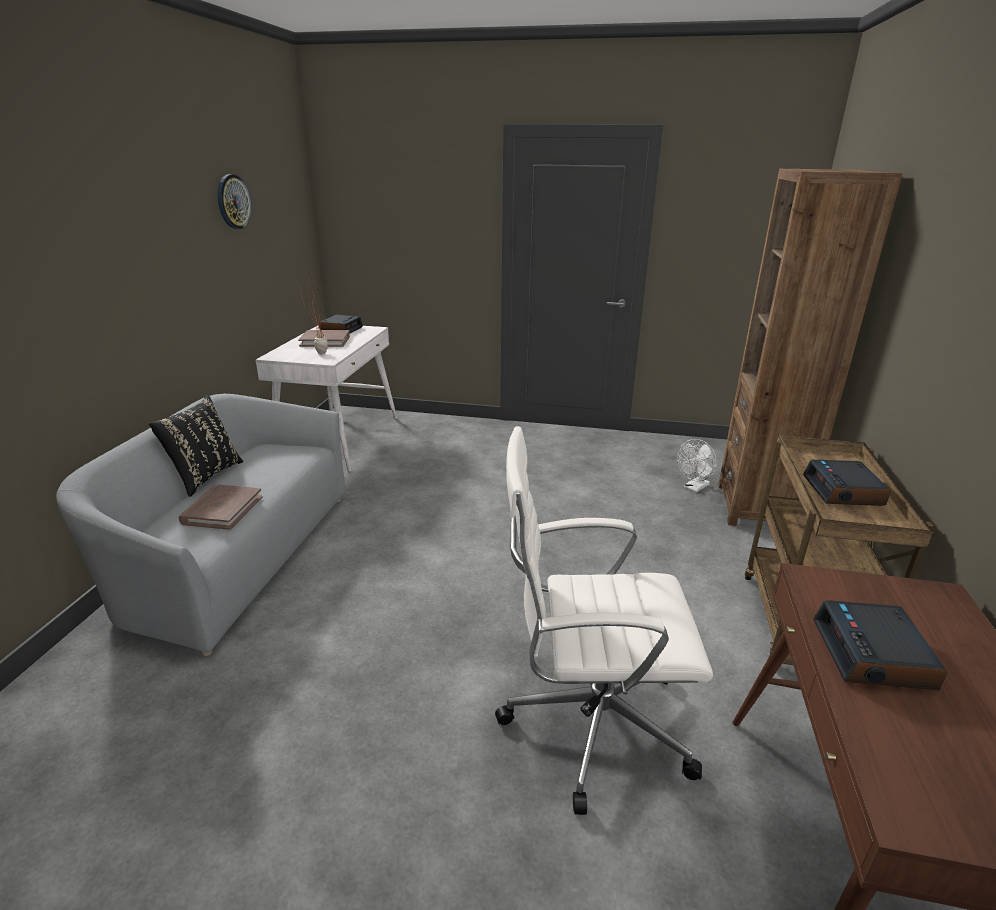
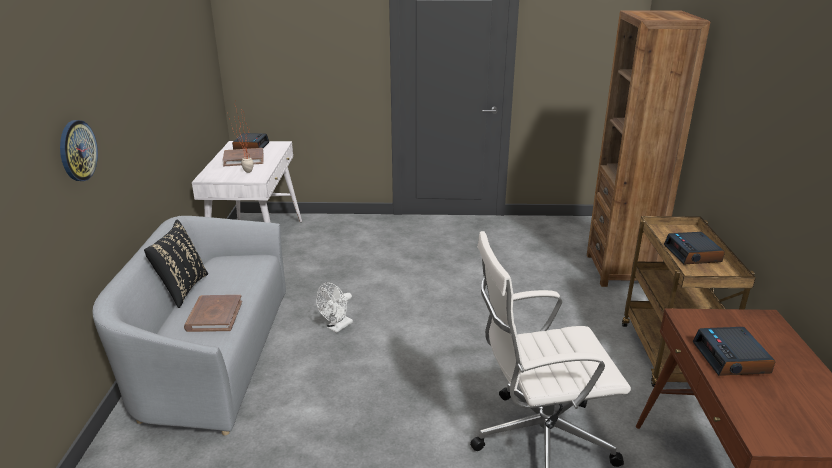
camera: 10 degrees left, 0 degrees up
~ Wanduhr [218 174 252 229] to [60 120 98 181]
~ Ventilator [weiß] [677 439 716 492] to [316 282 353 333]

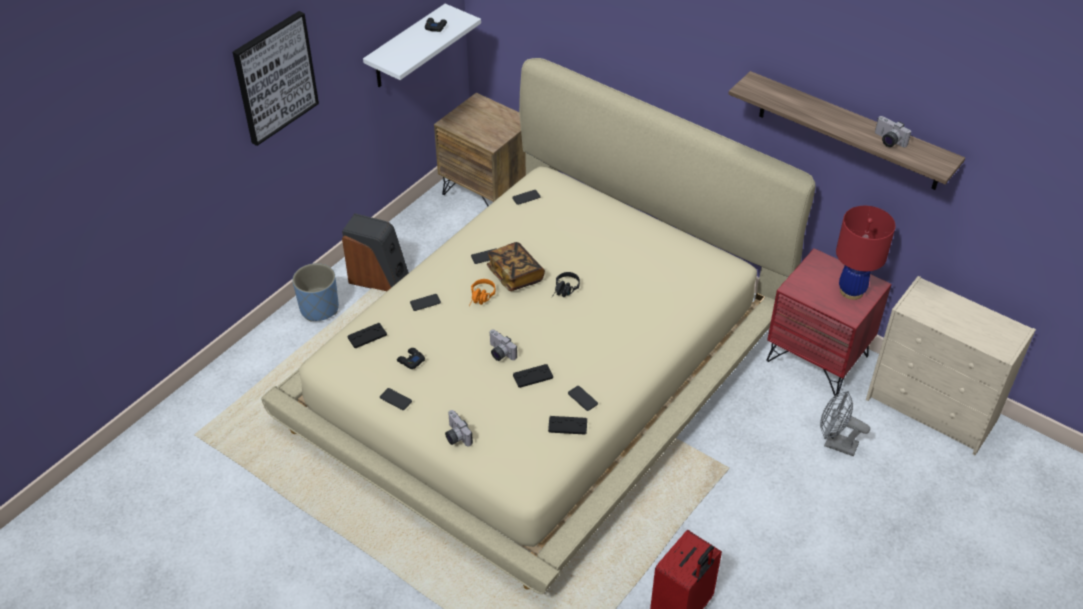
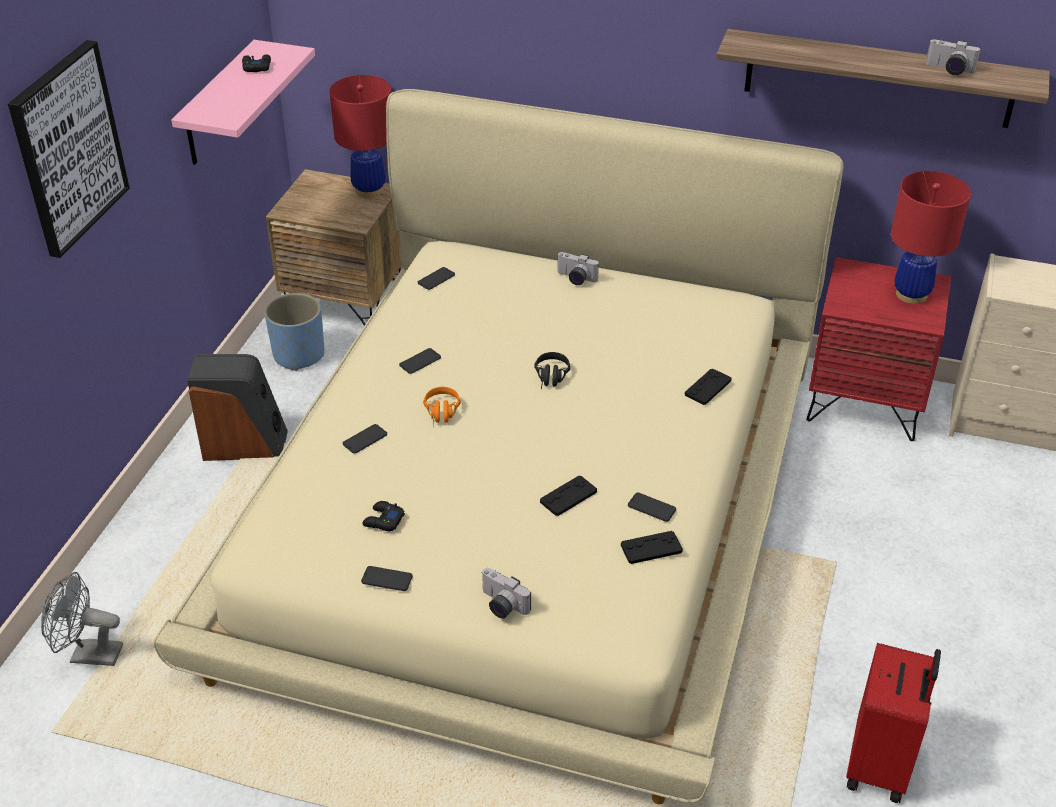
camera: 20 degrees left, 5 degrees down
~ Pflanzkübel [blau] [292 263 339 321] to [264 293 324 371]
~ Gamepad [schwarz] [347 323 387 348] to [685 369 732 405]
~ Wandregal [weiß] [363 4 481 87] to Wandregal [rosa] [171 40 315 165]
- Buch [487 242 545 291]
~ Kamera [490 330 517 361] to [557 252 599 285]
~ Ventilator [grau] [820 391 870 456] to [41 572 123 666]
+ Tischlampe [rot] [329 75 391 198]

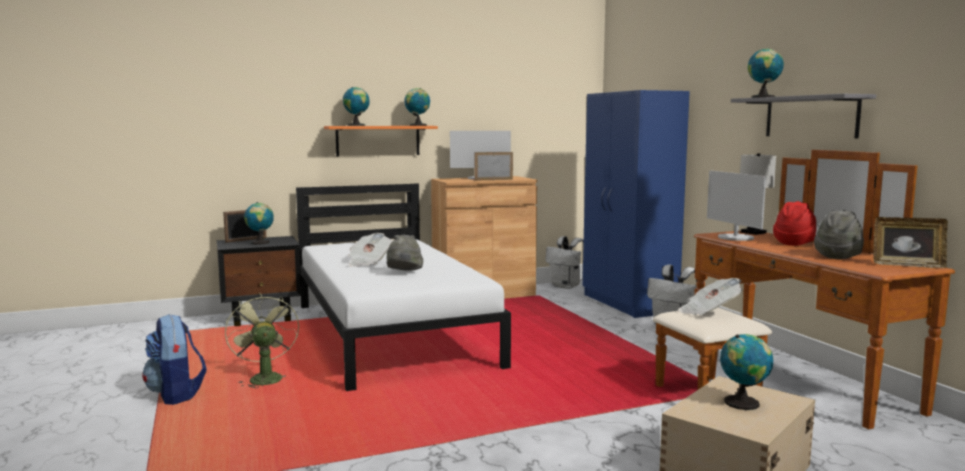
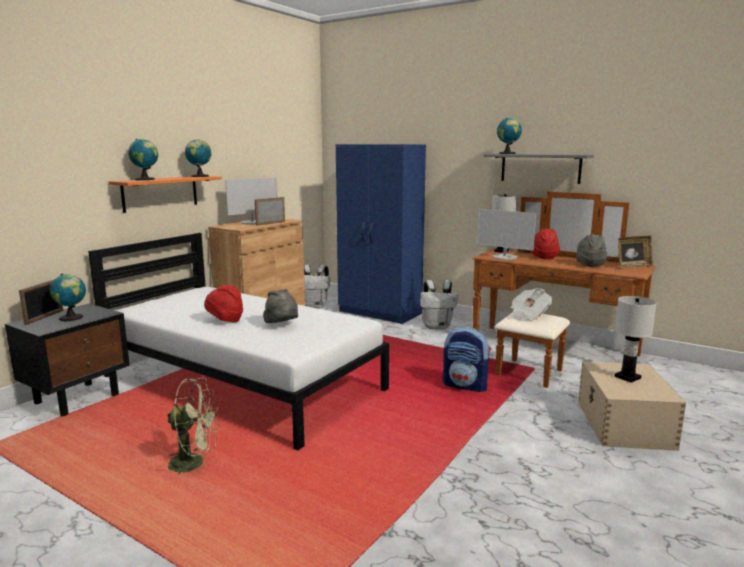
camera: 35 degrees left, 5 degrees up
~ Rucksack [142 314 207 405] to [443 327 491 392]
~ Ventilator [grün] [225 293 299 388] = [167 378 220 474] 150 degrees clockwise
~ Zeitung [348 233 392 267] to Hut [rot] [204 285 243 322]
~ Globus [720 334 773 410] to Tischlampe [weiß] [614 296 657 383]

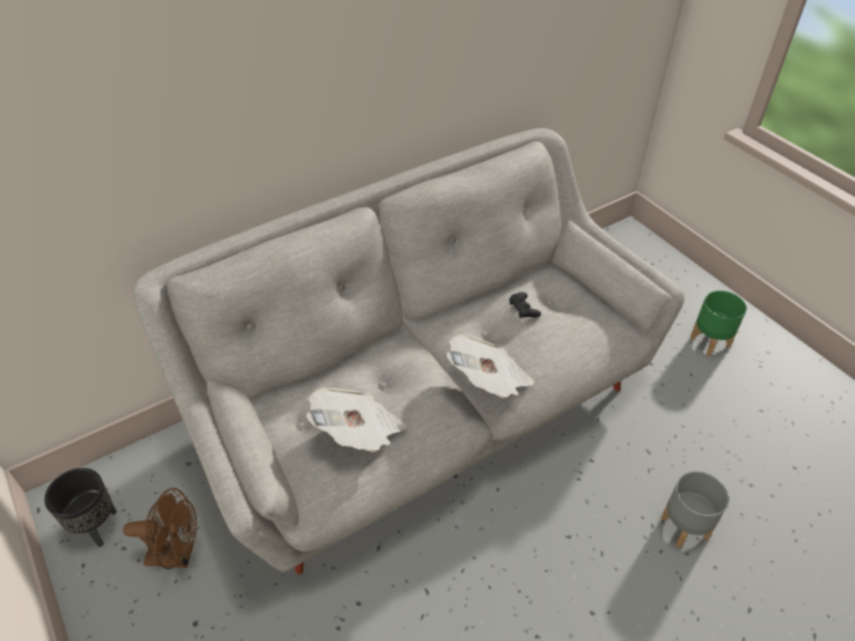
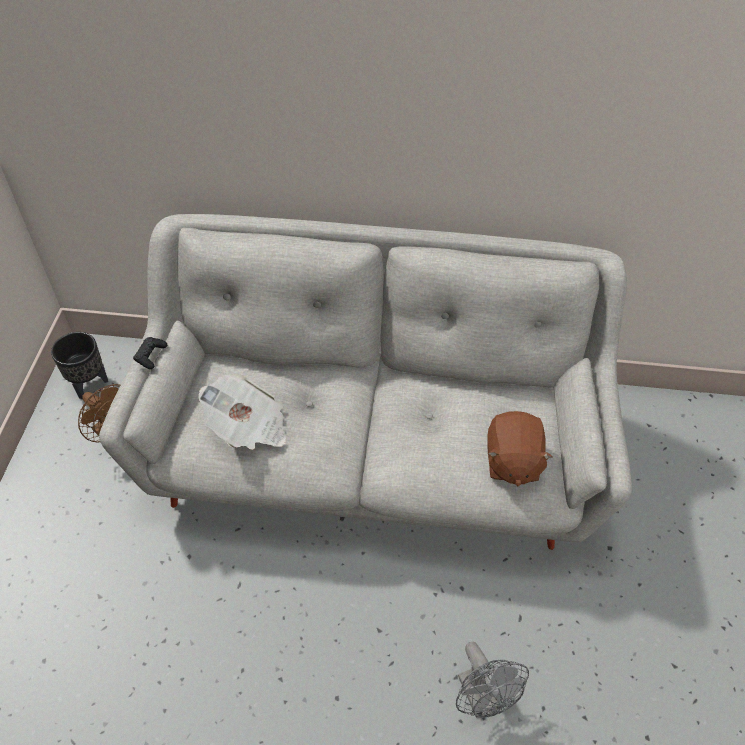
camera: 40 degrees right, 5 degrees up
- Zeitung [446 334 534 398]
~ Gamepad [schwarz] [509 292 541 318] to [133 337 167 369]
~ Pflanzkübel [grau] [661 471 729 548] to Ventilator [grau] [456 642 529 718]
- Pflanzkübel [grün] [690 290 747 356]
+ Plüschtier [braun] [487 411 553 486]

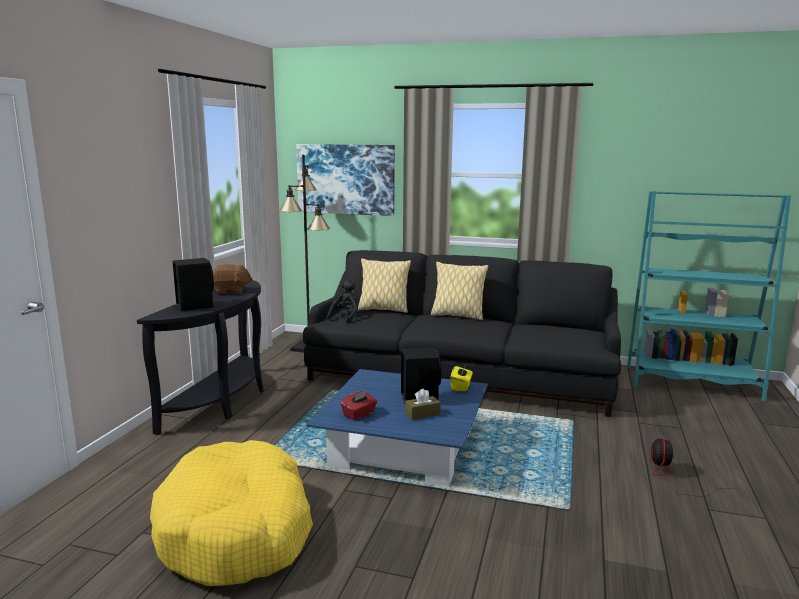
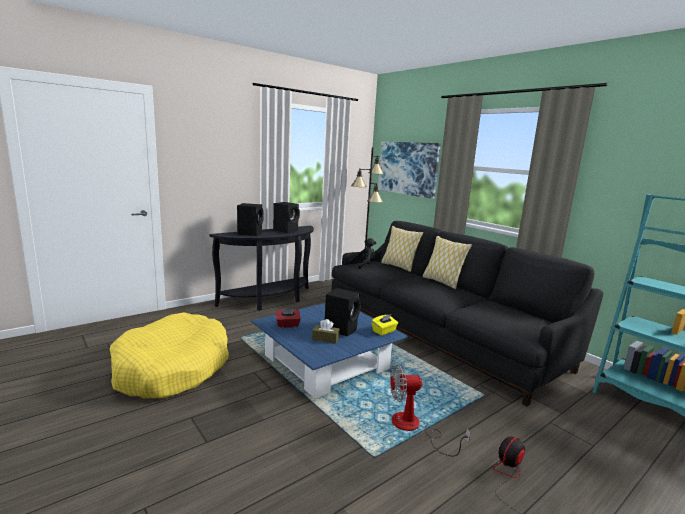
camera: 35 degrees right, 0 degrees up
~ Plüschtier [braun] [213 264 253 294] to Lautsprecher [schwarz] [273 202 300 233]
+ Ventilator [390 365 470 456]

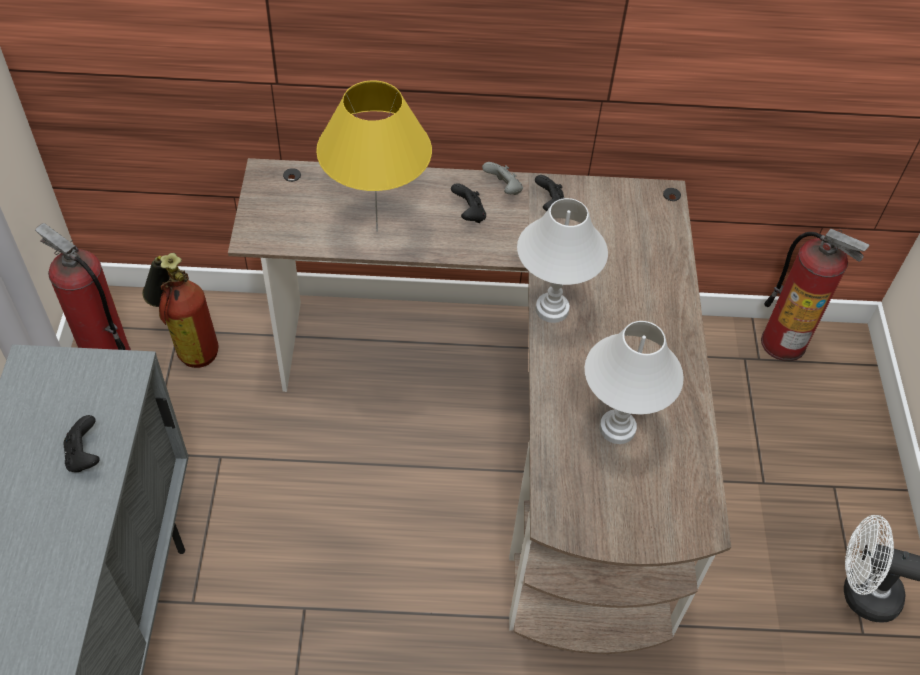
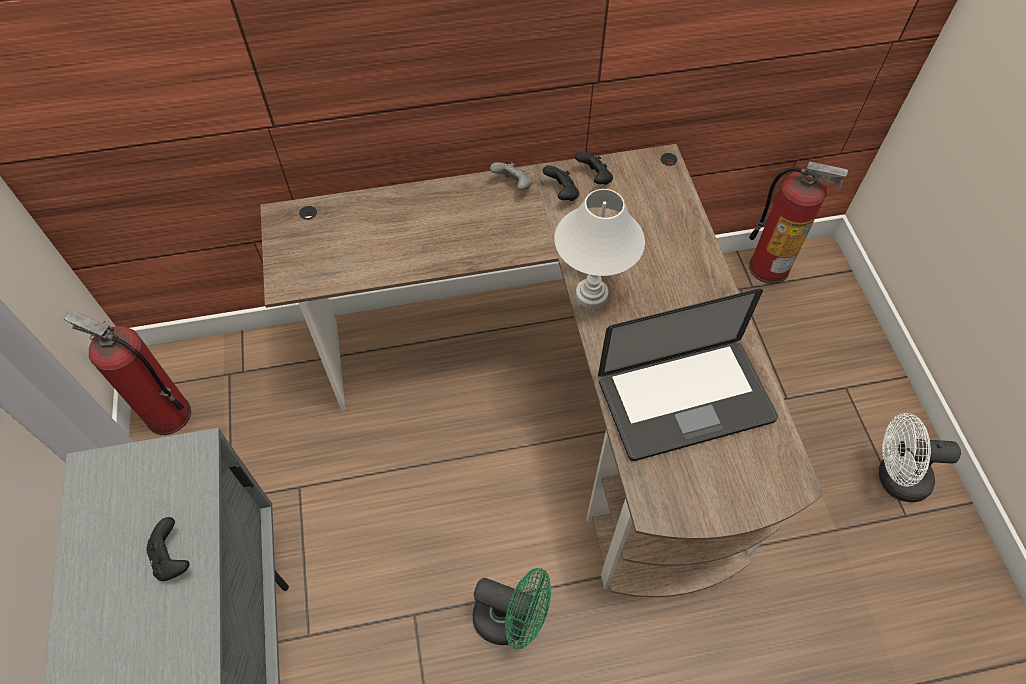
camera: 10 degrees left, 5 degrees up
- Feuerlöscher [142 253 219 368]
- Tischlampe [gelb] [316 80 432 232]
~ Gamepad [schwarz] [451 183 486 223] to [575 151 613 185]
~ Tischlampe [weiß] [585 321 684 444] to Laptop [598 289 778 461]
+ Ventilator [grün] [473 568 551 650]

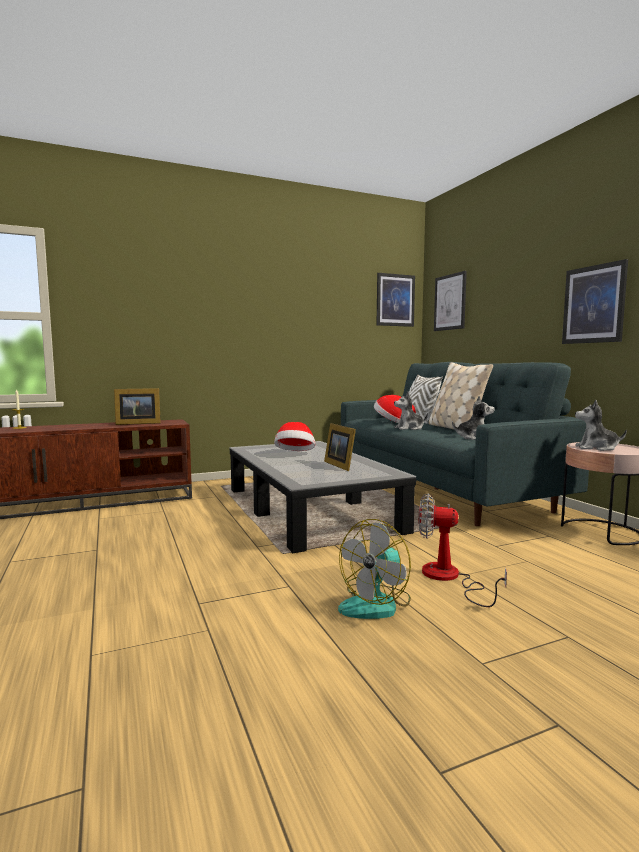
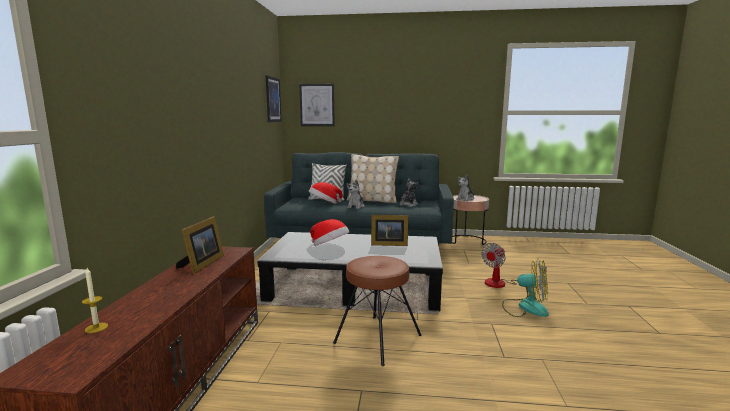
camera: 60 degrees left, 5 degrees up
~ Ventilator [338 519 411 619] = [502 258 549 317] 45 degrees counterclockwise
- Bild [562 259 628 344]
+ Hocker [braun] [333 256 422 366]

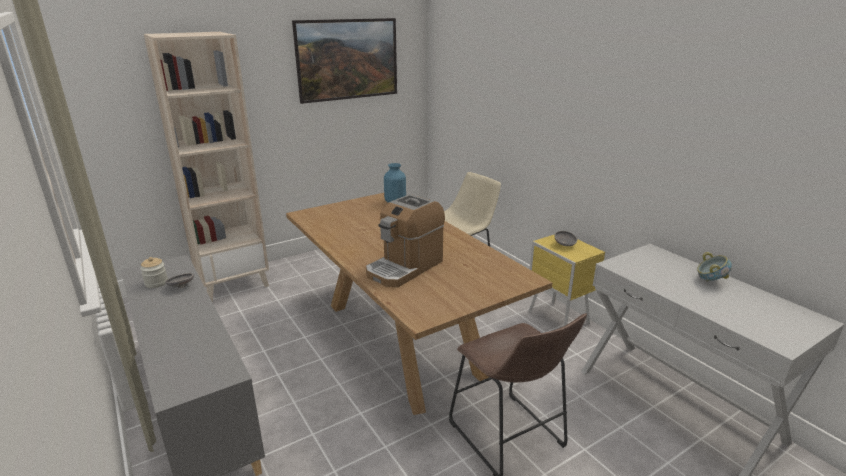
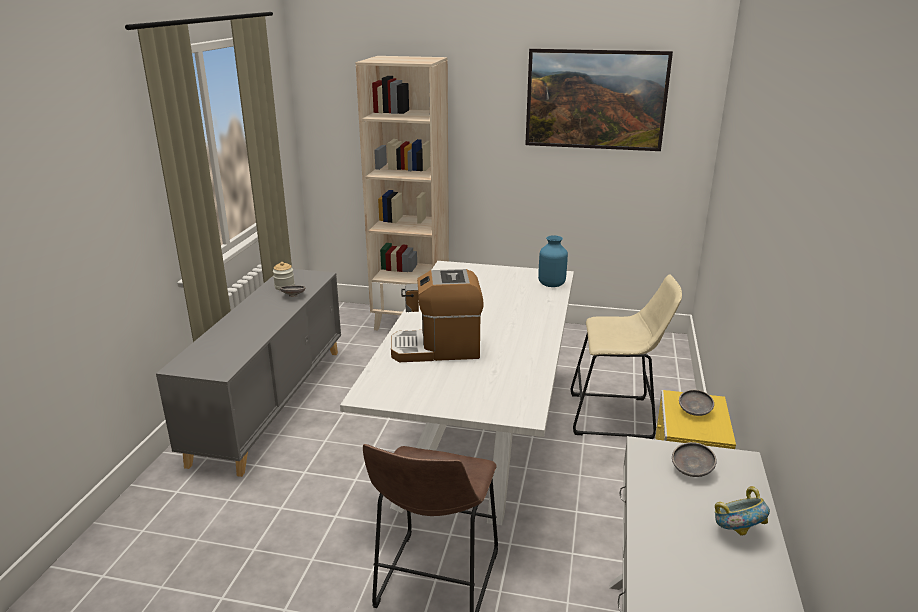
camera: 45 degrees right, 0 degrees up
~ Esstisch [braun] [286 193 552 415] to Esstisch [weiß] [340 261 574 525]
+ Schüssel [grau] [672 442 717 477]

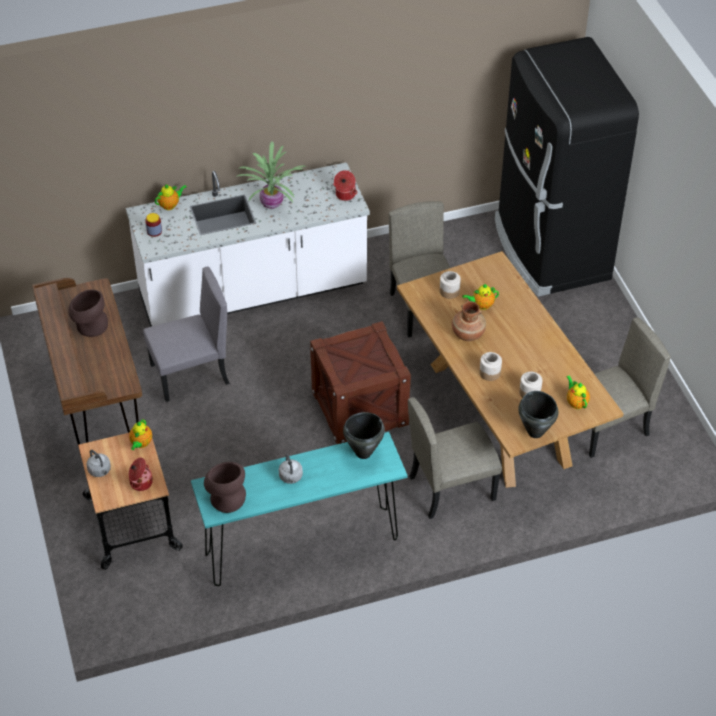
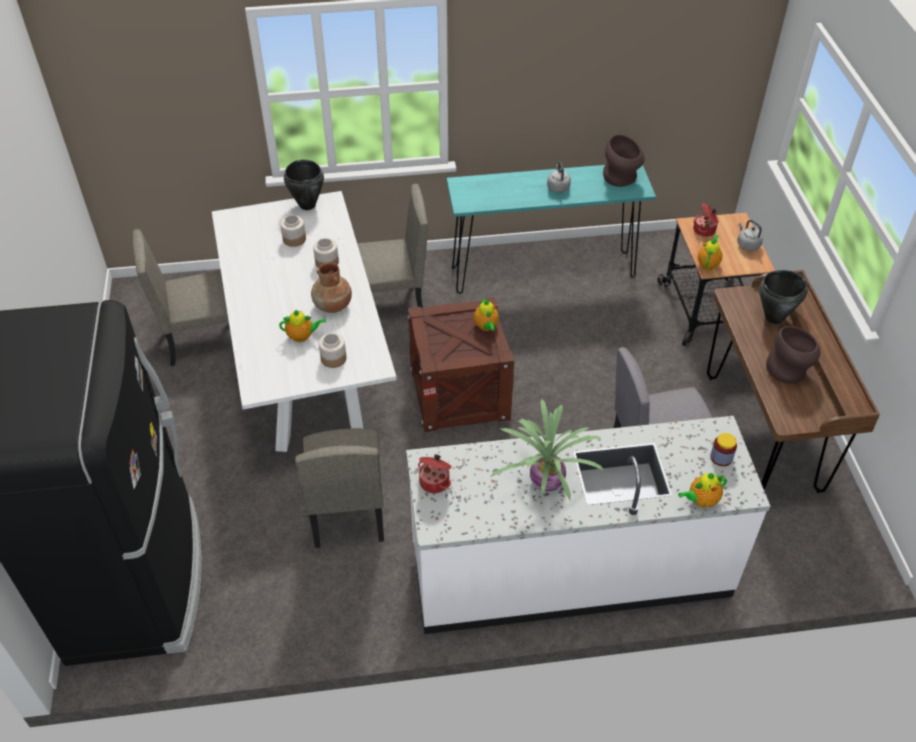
camera: 170 degrees left, 0 degrees up
~ Kochtopf [schwarz] [343 412 385 459] to [759 270 808 324]
~ Esstisch [braun] [397 251 624 488] to Esstisch [weiß] [212 191 397 452]
~ Teekanne [566 375 590 409] to [474 299 499 331]

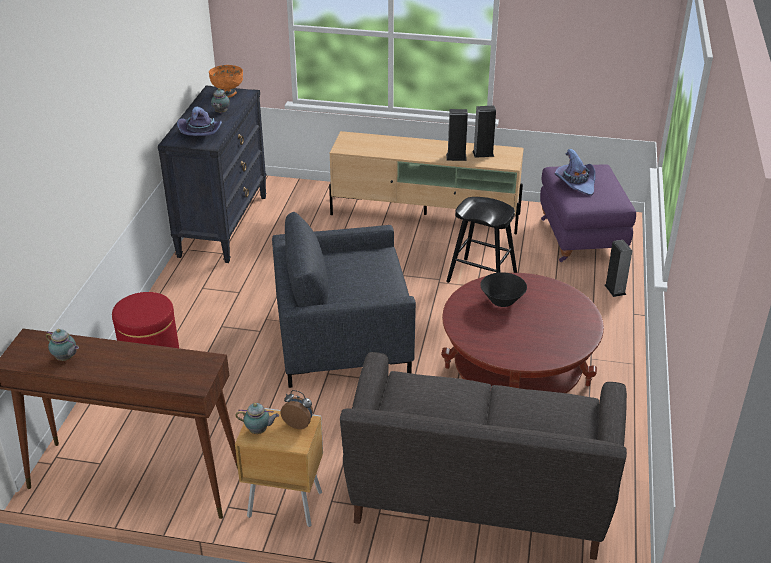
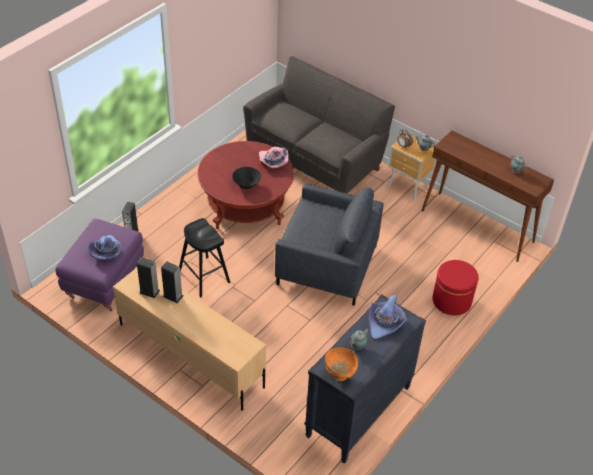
camera: 155 degrees left, 10 degrees up
+ Hut [rosa] [259 147 289 168]

